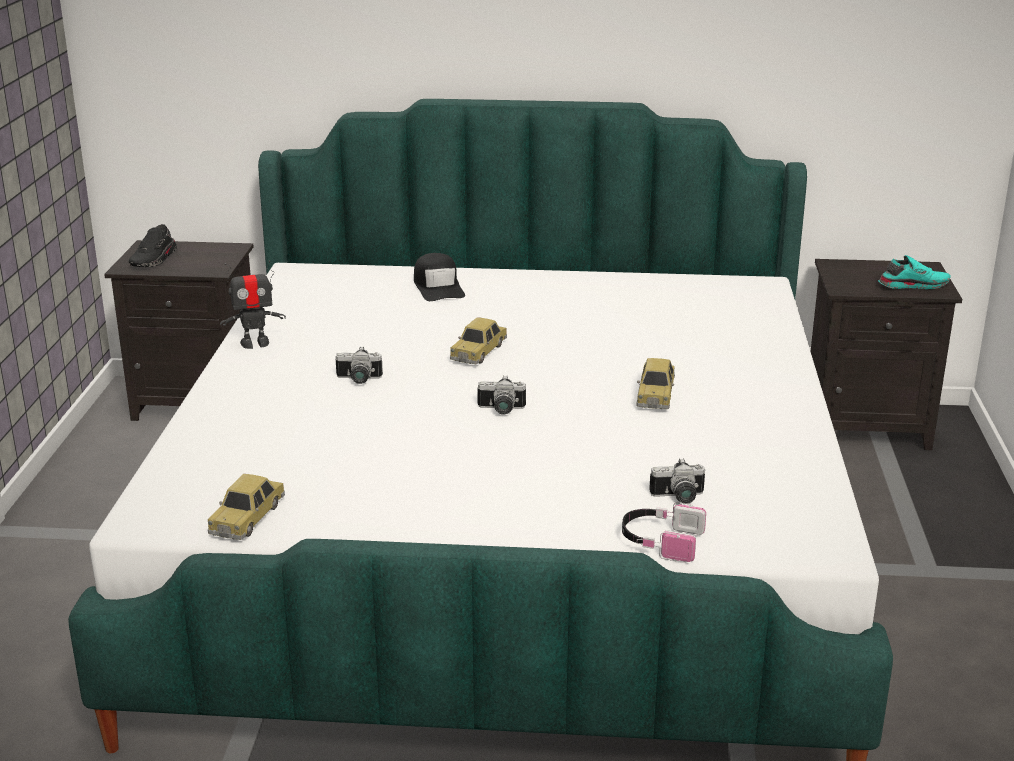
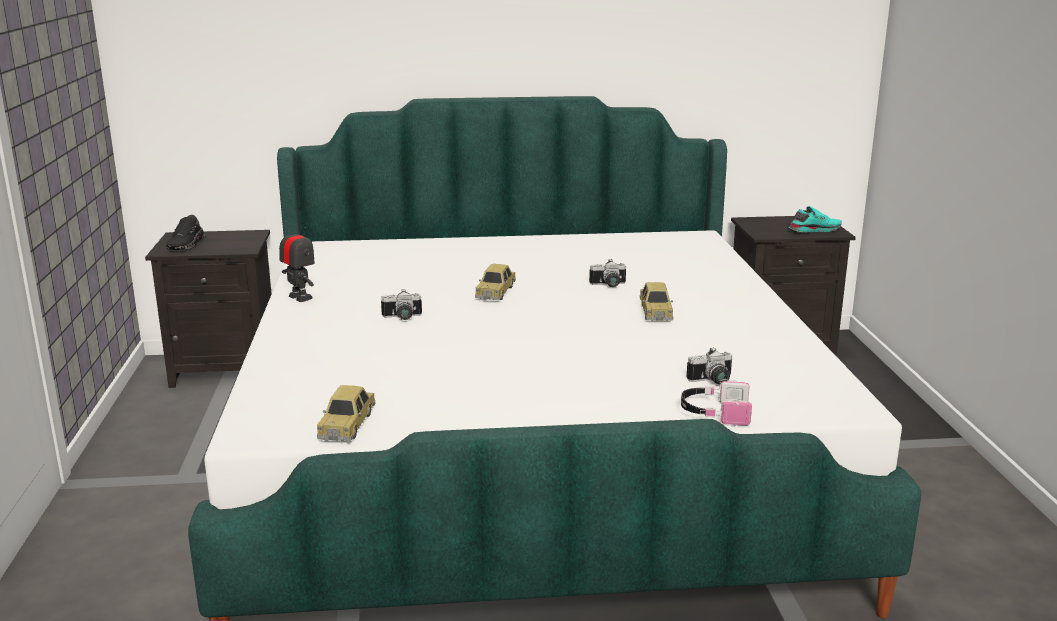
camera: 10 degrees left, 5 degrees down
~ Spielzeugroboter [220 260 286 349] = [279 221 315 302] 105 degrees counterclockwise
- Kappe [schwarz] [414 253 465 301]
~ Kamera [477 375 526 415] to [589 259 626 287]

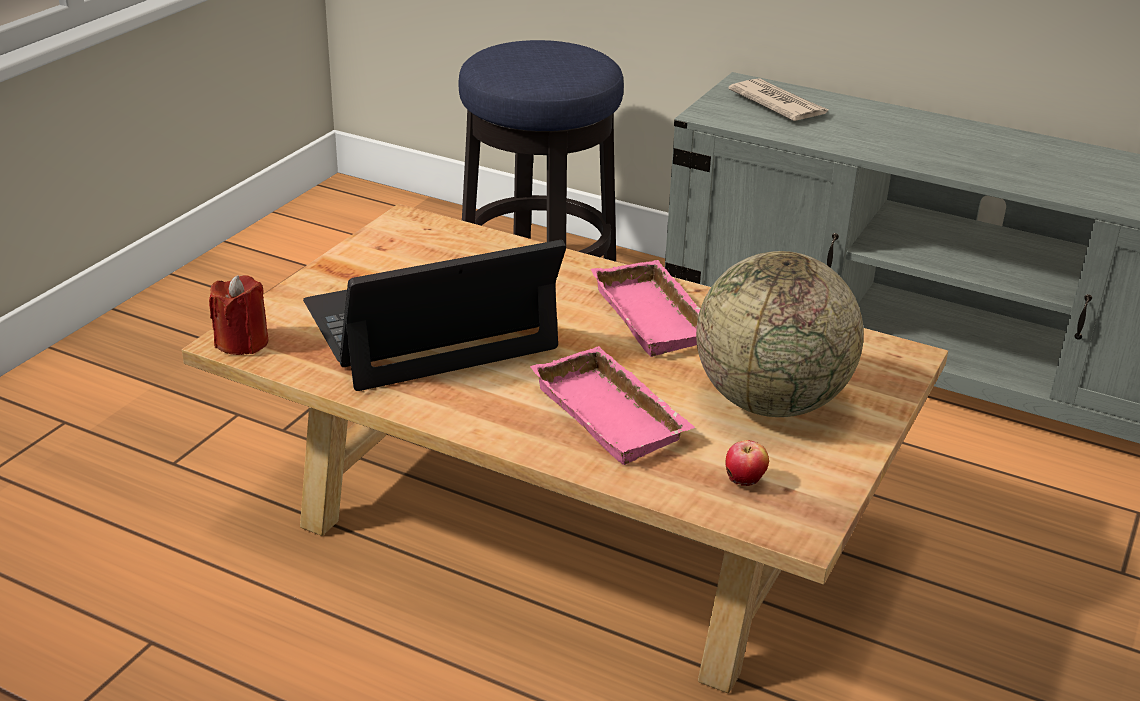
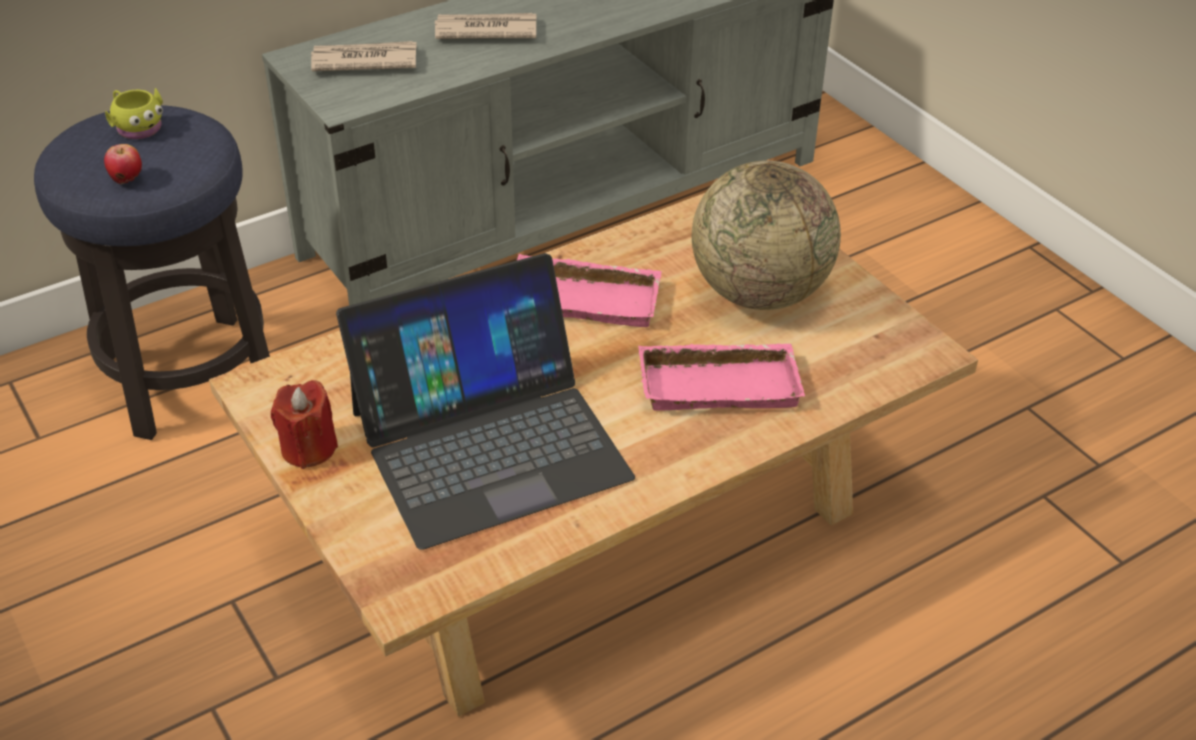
camera: 60 degrees left, 10 degrees up
~ Kerze [rot] [209 275 269 355] to [271 380 338 469]
~ Laptop [303 240 566 391] = [336 253 635 550] 120 degrees counterclockwise
~ Apfel [726 440 769 486] to [104 144 142 184]
+ Henkelbecher [gelb] [105 88 163 139]
+ Zeitung [435 13 536 39]

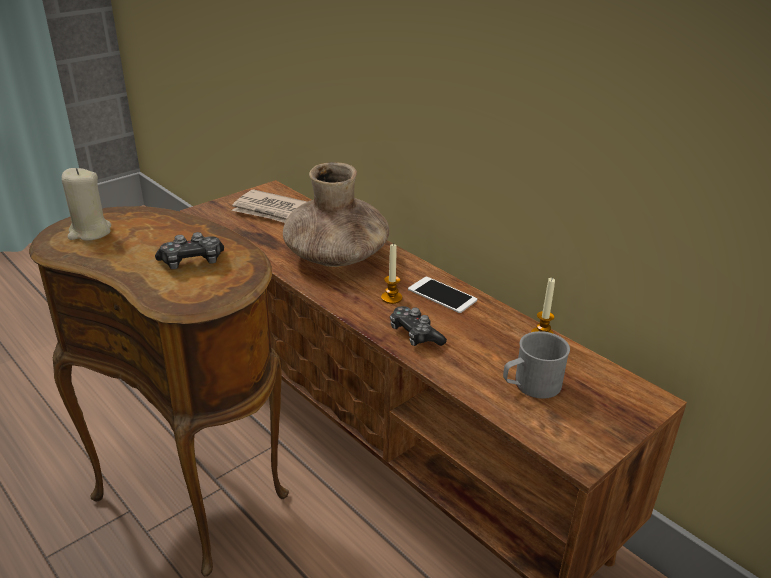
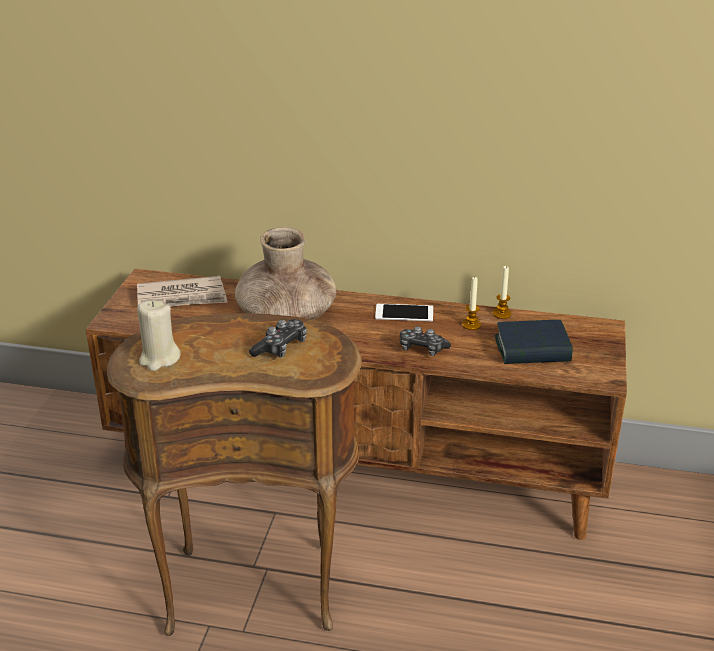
camera: 35 degrees left, 0 degrees up
~ Kerze [381 243 402 304] to [462 277 481 330]
~ Henkelbecher [grau] [503 331 570 399] to Buch [495 320 573 364]

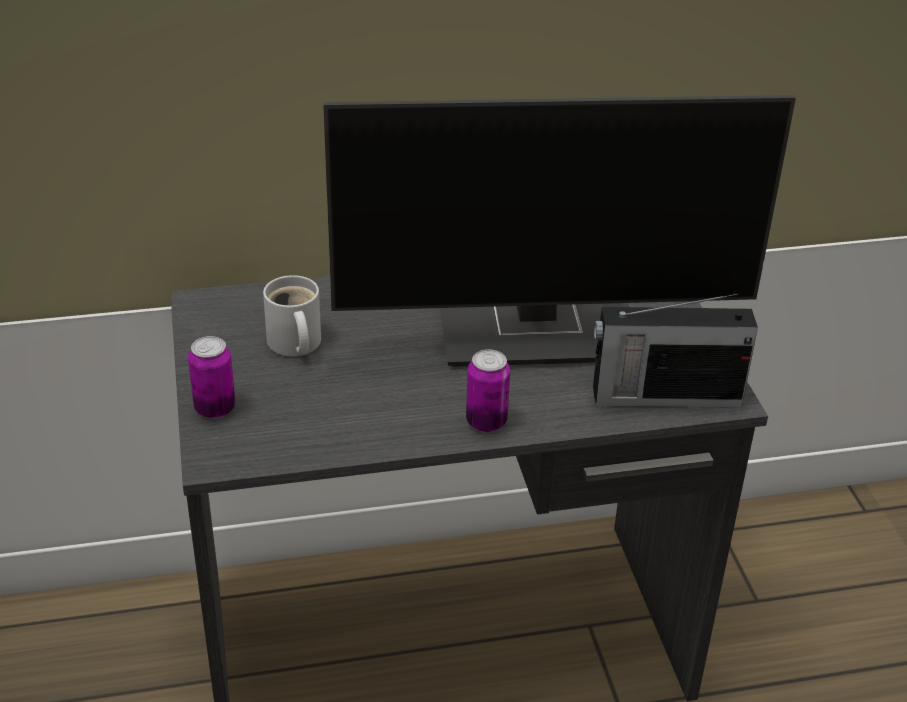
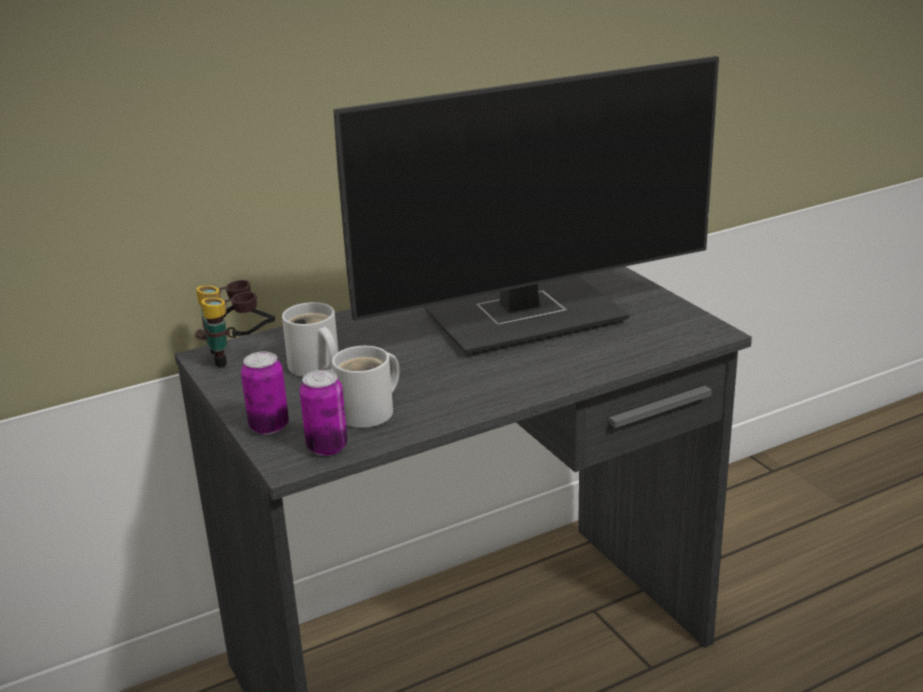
camera: 15 degrees left, 10 degrees down
~ Dose [466 349 510 432] to [300 370 348 456]
- Radio [593 293 758 408]
+ Fernglas [195 280 276 368]
+ Henkelbecher [weiß] [332 346 399 428]

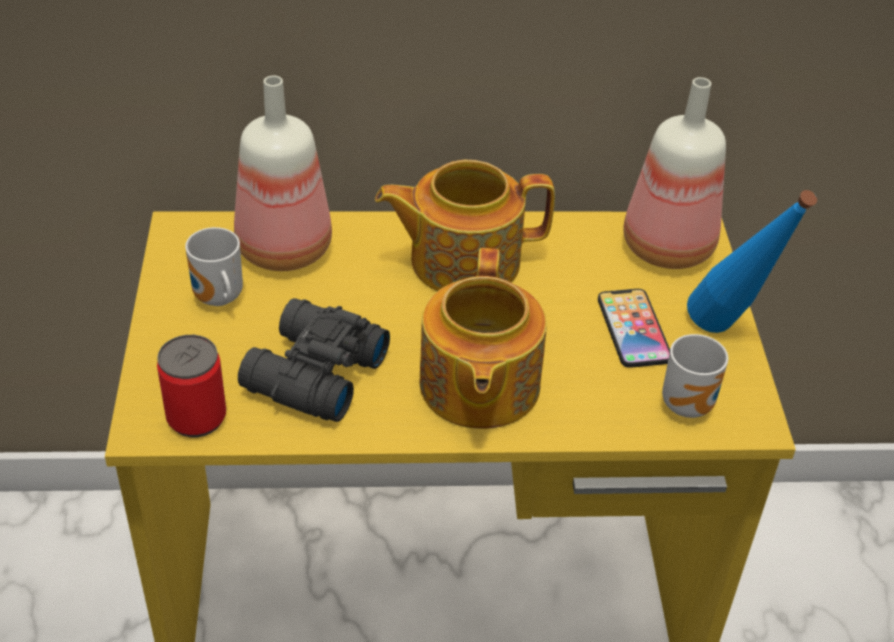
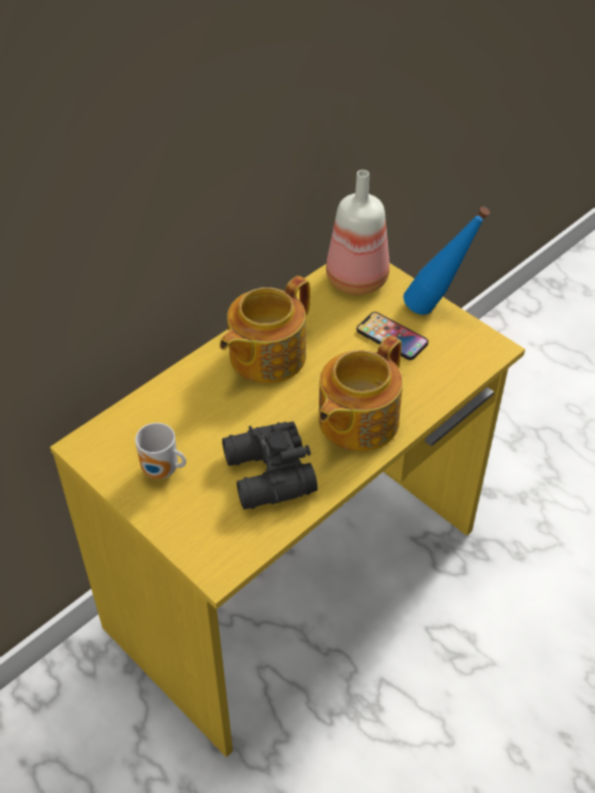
camera: 40 degrees left, 5 degrees up
- Dose [157 335 226 437]
- Flasche [234 76 332 271]
~ Teekanne [419 248 547 429] = [319 335 403 452] 75 degrees clockwise
- Henkelbecher [662 334 728 418]

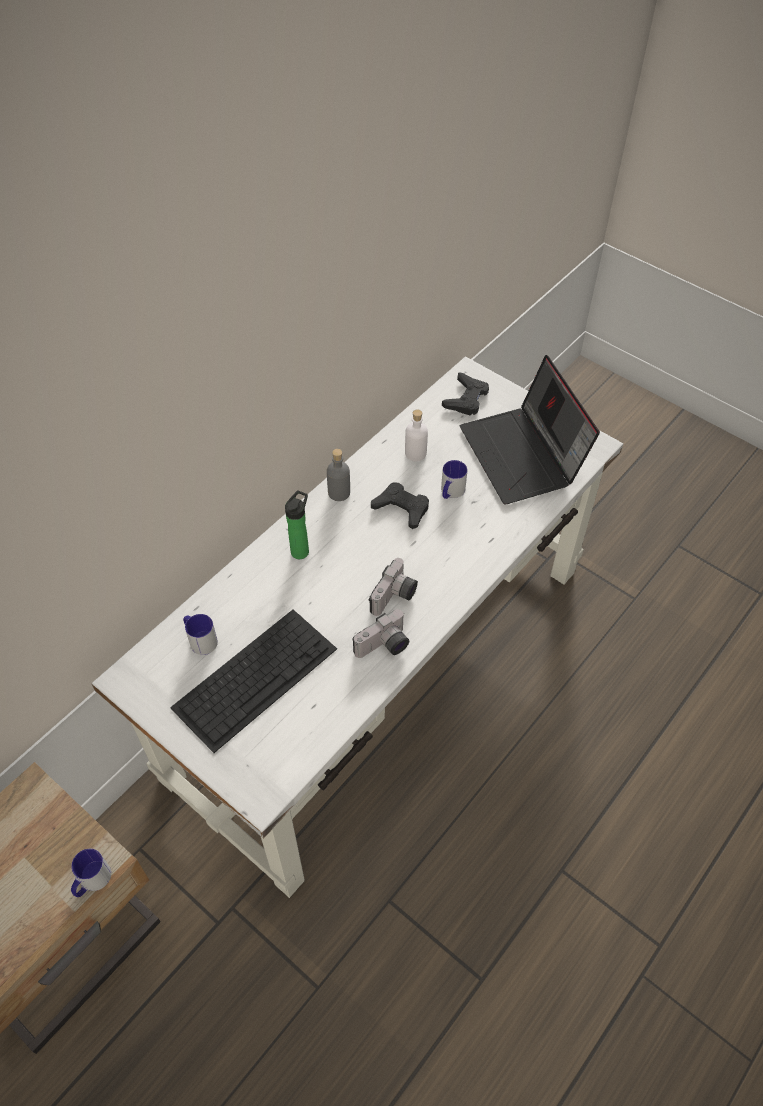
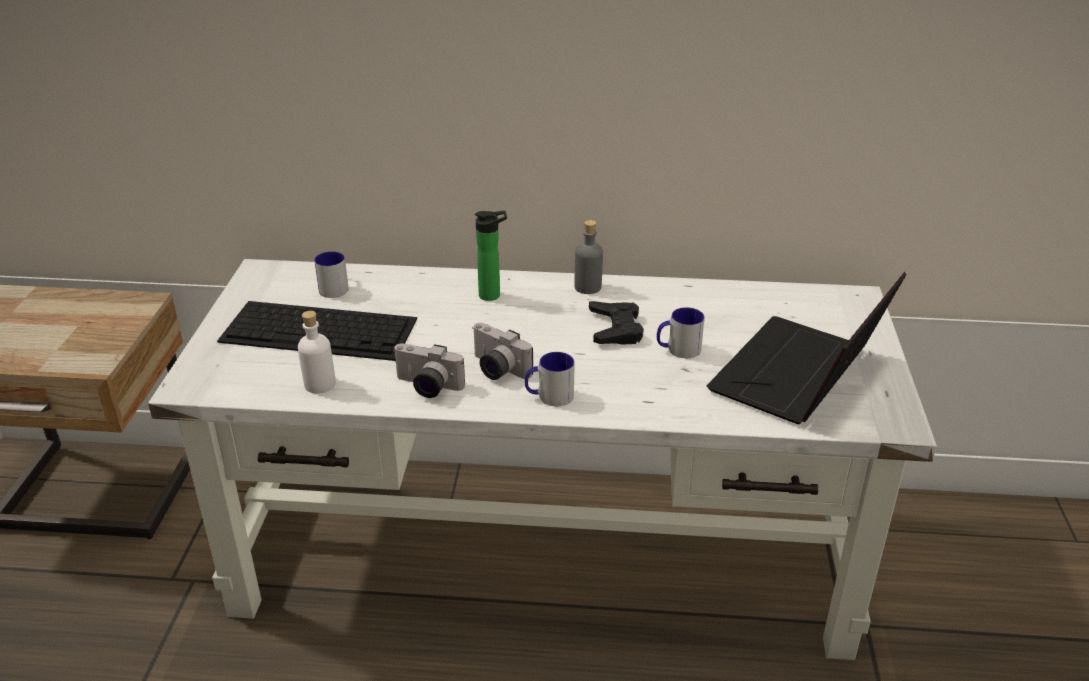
camera: 55 degrees right, 20 degrees down
~ Henkelbecher [71 849 111 897] to [525 352 575 406]
~ Kamera [369 558 418 616] = [472 323 533 380] 45 degrees clockwise
~ Flasche [weiß] [405 409 428 461] to [298 311 336 394]
- Gamepad [schwarz] [442 372 489 415]

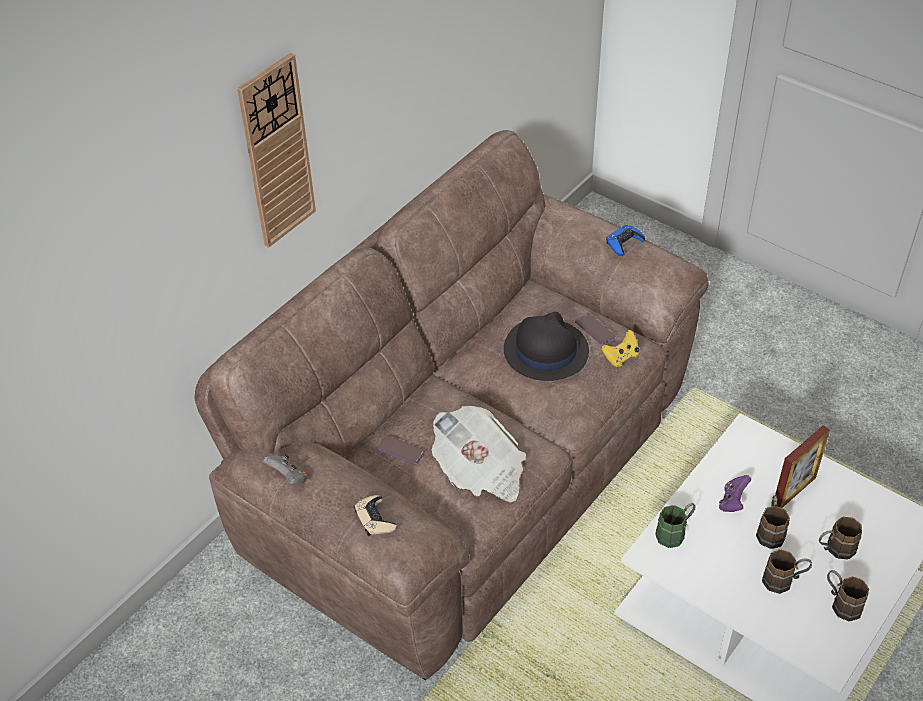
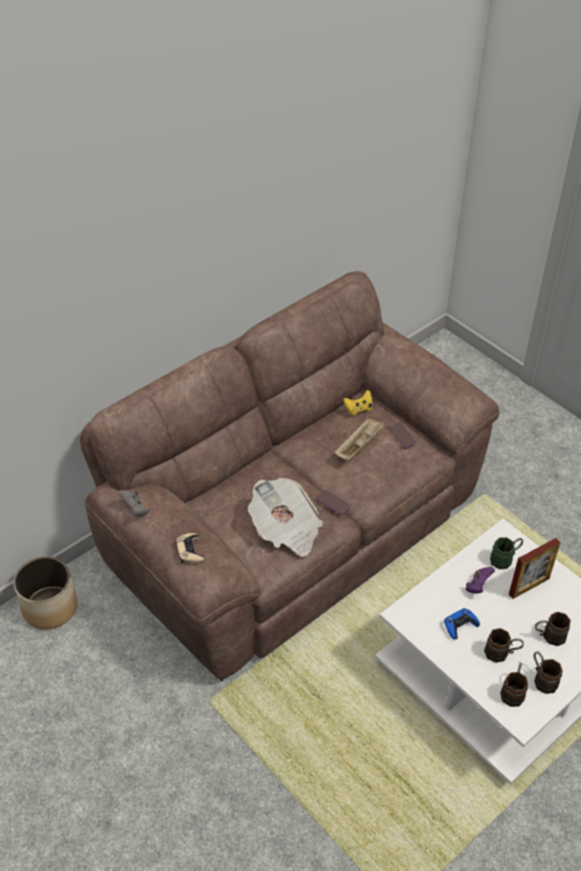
camera: 10 degrees right, 0 degrees up
- Wanduhr [237 53 316 248]
~ Handy [377 435 425 465] to [315 490 351 515]
~ Hut [schwarz] [504 312 589 381] to Tablett [beige] [335 417 385 461]
~ Gamepad [gelb] [601 330 639 367] to [343 390 372 416]
~ Gamepad [blau] [606 225 645 256] to [444 608 480 639]
~ Henkelbecher [grün] [655 503 695 548] to [490 537 523 569]
~ Henkelbecher [braun] [756 496 790 549] to [500 663 528 707]
+ Pflanzkübel [14 557 77 629]

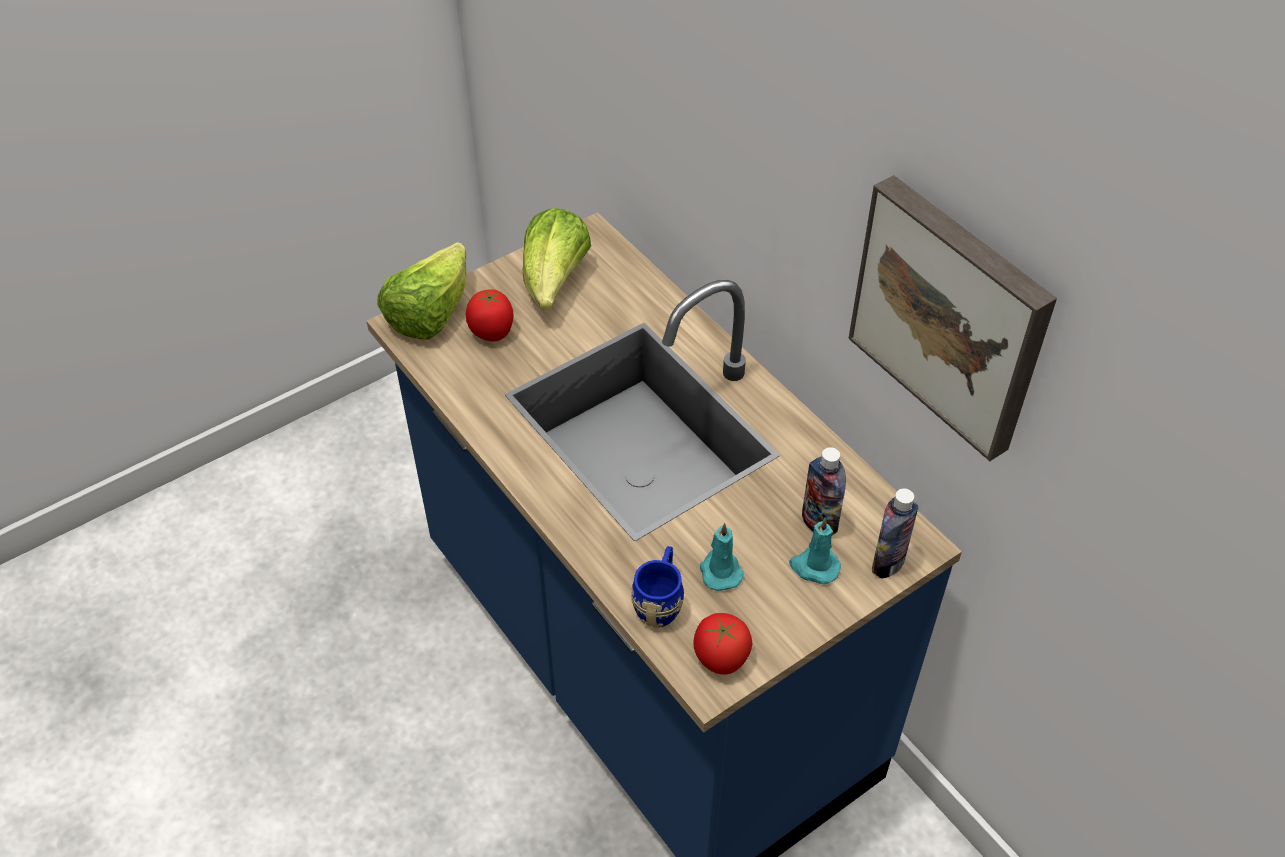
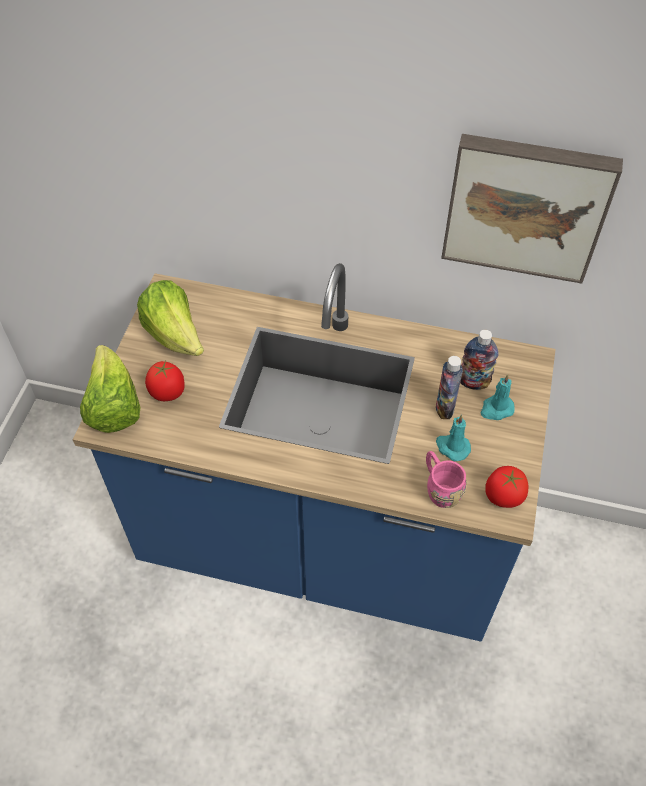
camera: 40 degrees left, 5 degrees up
~ Henkelbecher [blau] [631 546 684 627] to Henkelbecher [rosa] [426 451 467 508]
~ Flasche [872 488 918 579] to [436 356 463 419]

